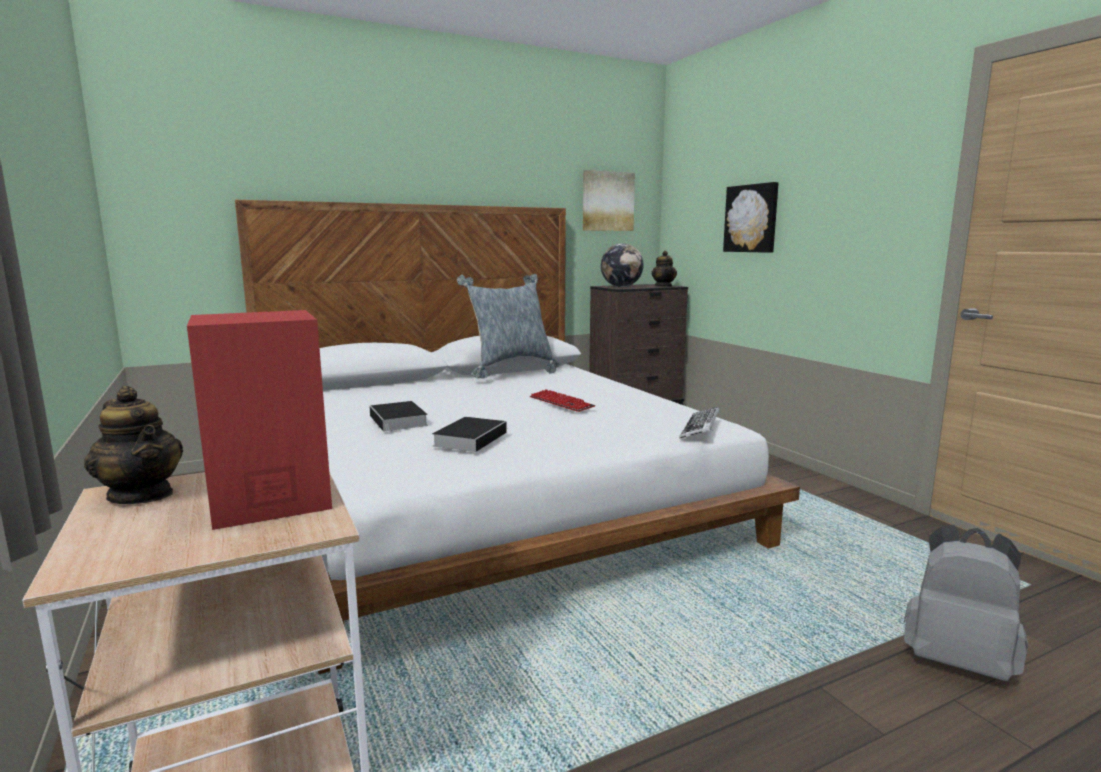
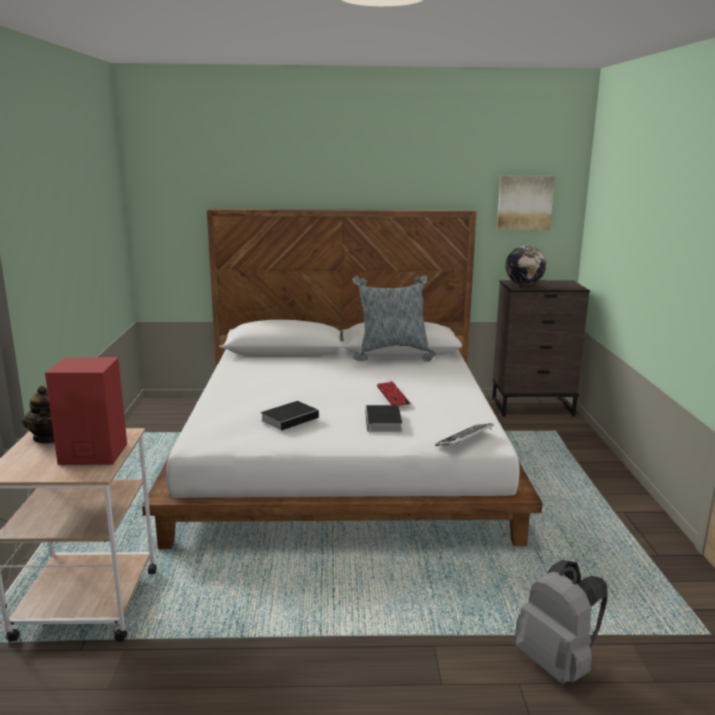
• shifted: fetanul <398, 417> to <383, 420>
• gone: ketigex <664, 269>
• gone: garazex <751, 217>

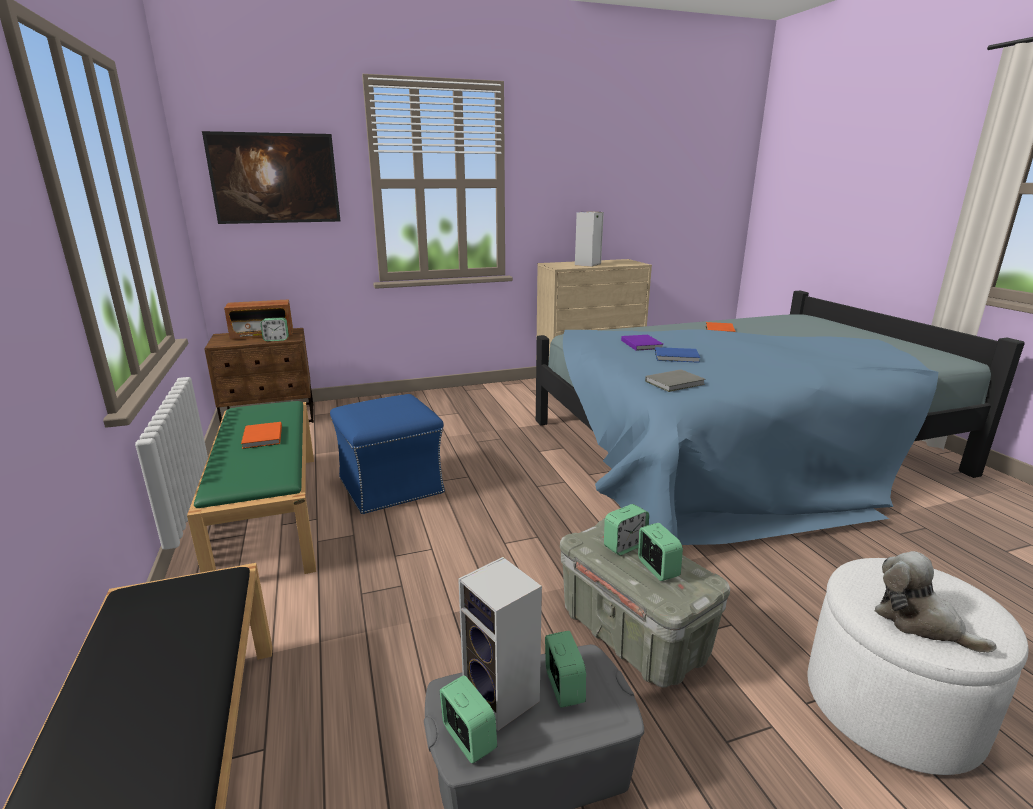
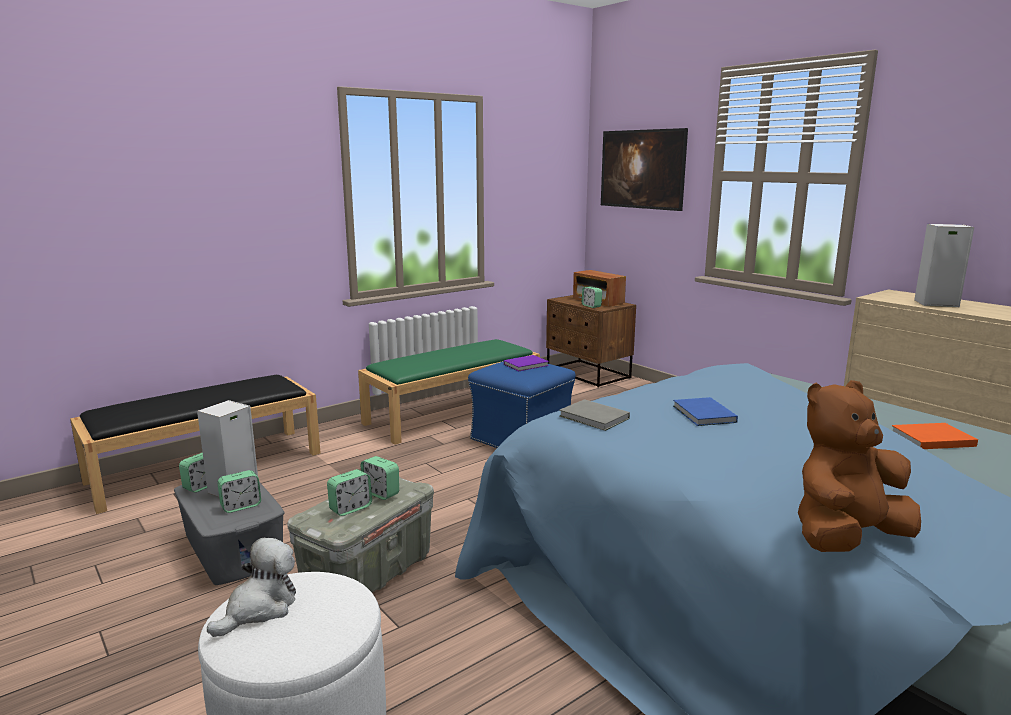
• shifted: fetanul (purple) <642, 343> to <526, 363>
• new: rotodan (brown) <859, 466>
• gone: fetanul (orange) <261, 435>

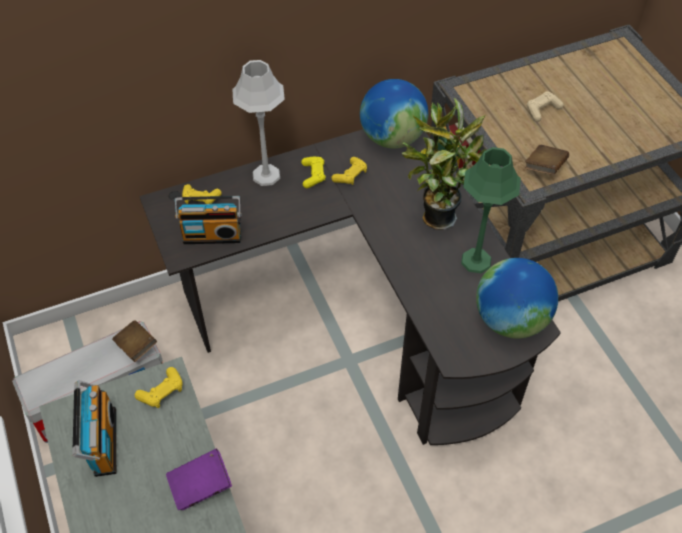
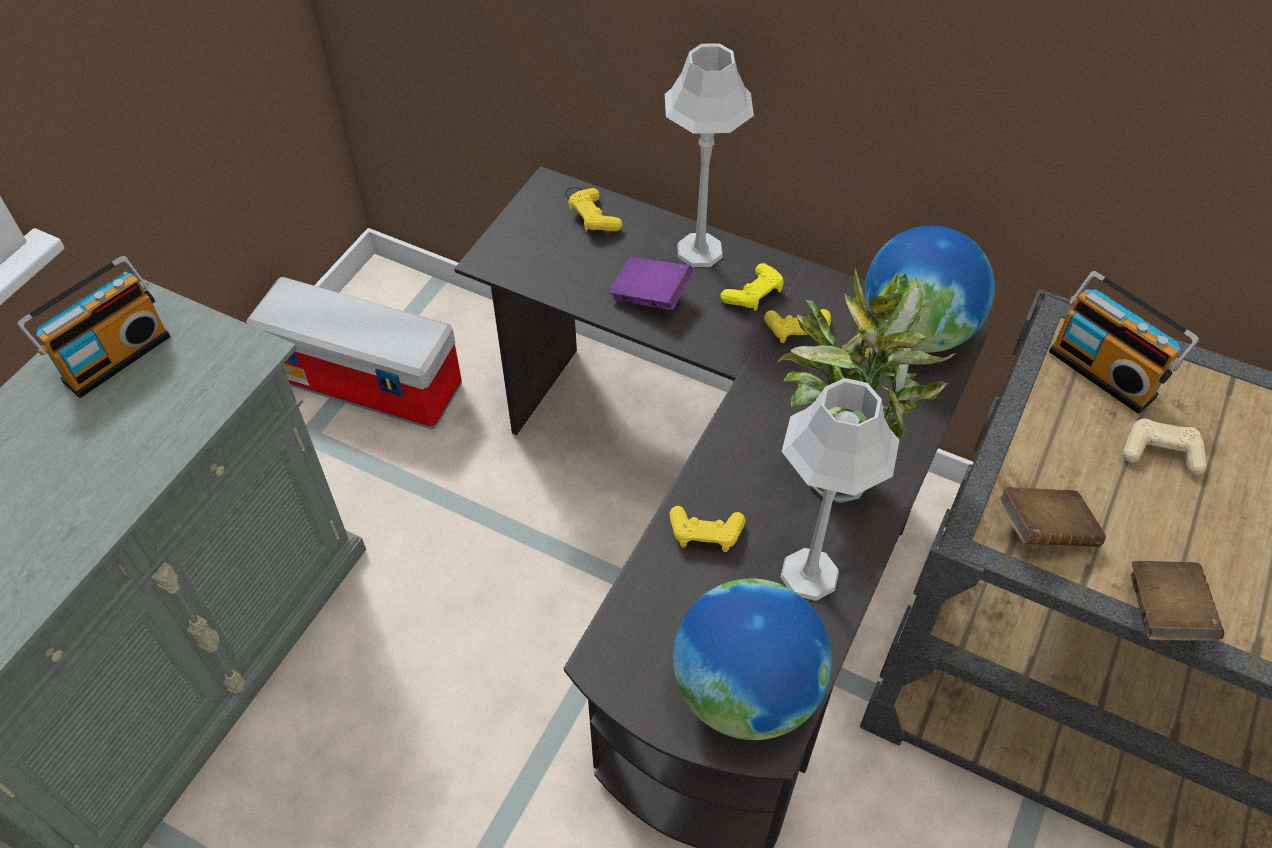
• shifted: fetanul (purple) <199, 479> to <651, 283>
• shifted: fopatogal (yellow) <159, 387> to <707, 529>
• repainted: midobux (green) <491, 210> to midobux (grey) <839, 489>
• shifted: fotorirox <208, 220> to <1124, 342>
• shifted: fetanul (brown) <134, 341> to <1177, 601>

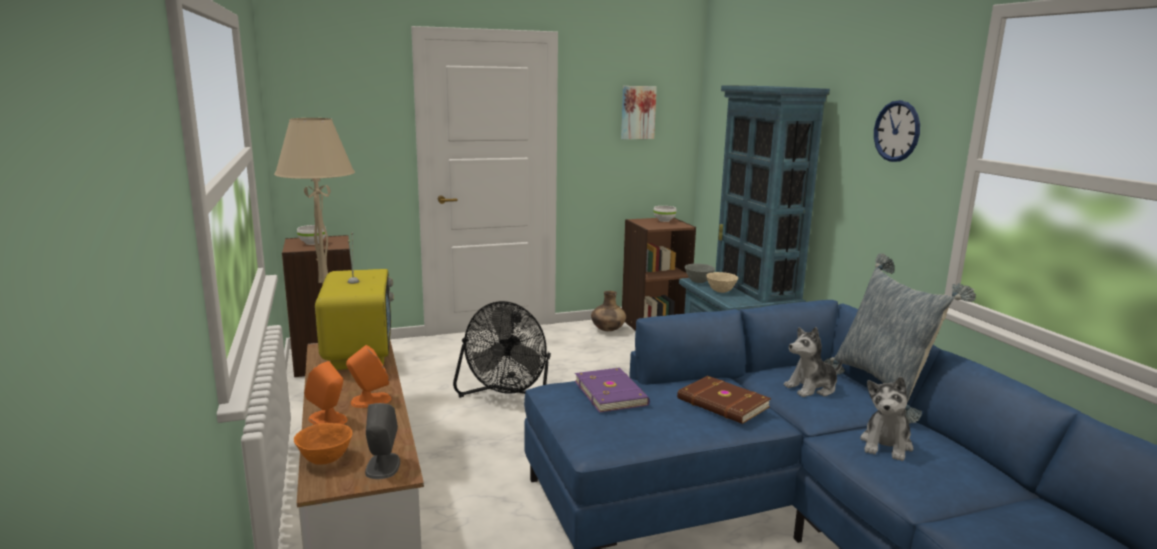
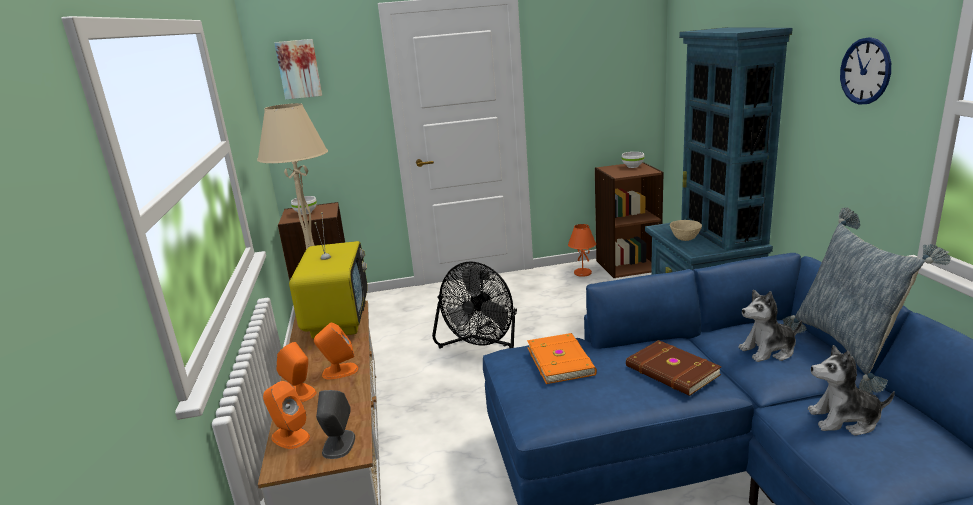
• swapped: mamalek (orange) <323, 444> to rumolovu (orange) <286, 415>
• shifted: garazex <639, 112> to <298, 69>
• repainted: fetanul (purple) <612, 390> to fetanul (orange) <562, 358>
• swapped: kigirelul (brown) <608, 311> to midobux (orange) <582, 250>
• rotated: rotodan <886, 419> = <851, 390> 60 degrees clockwise
• gone: mamalek (grey) <700, 273>

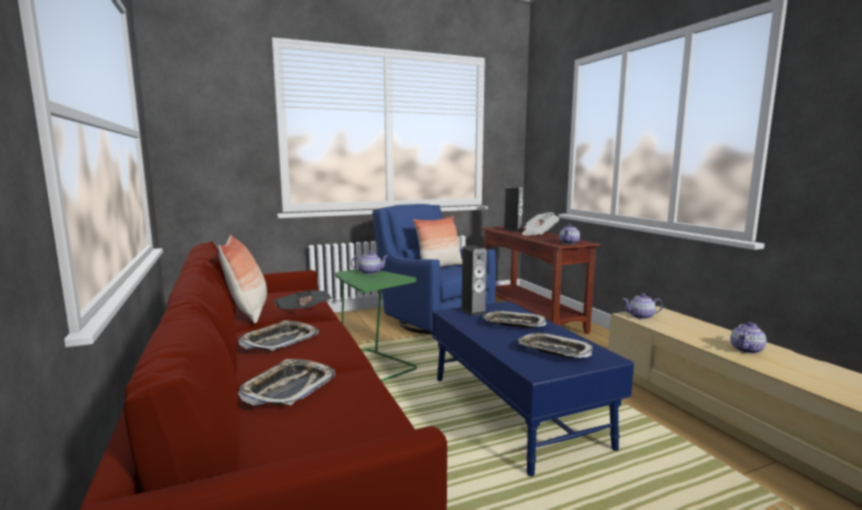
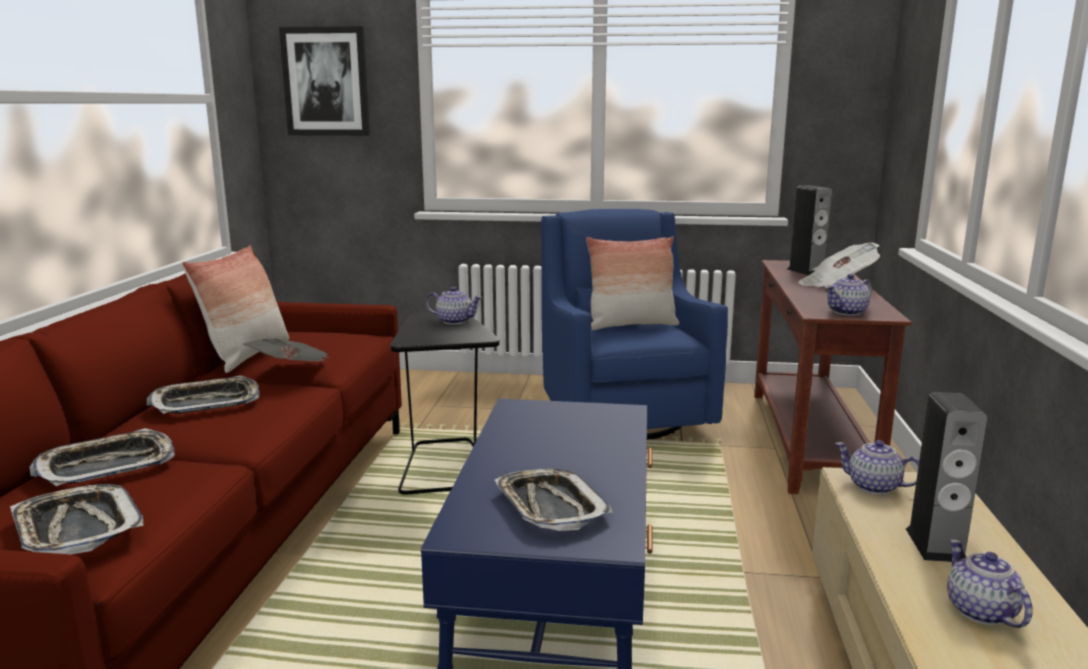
• shifted: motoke <515, 320> to <76, 519>
• new: garazex <324, 81>
• repainted: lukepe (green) <376, 325> to lukepe (black) <445, 404>
• shifted: rumolovu <473, 280> to <946, 477>
• rotated: ketigex <748, 338> = <990, 583> 90 degrees clockwise

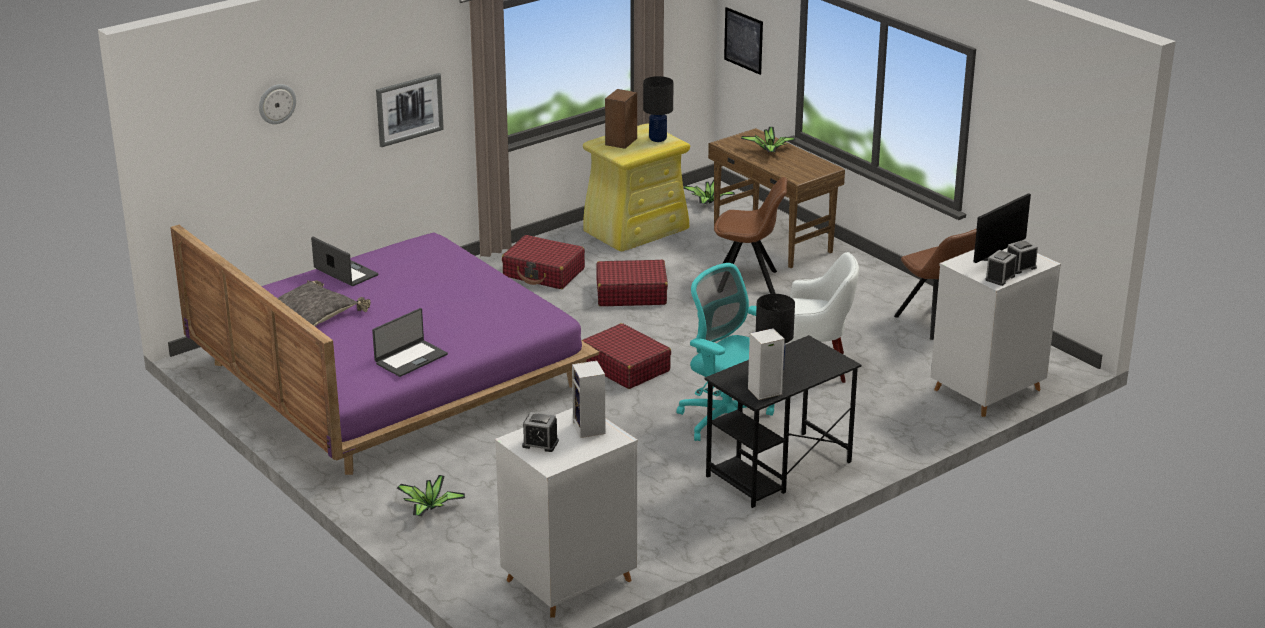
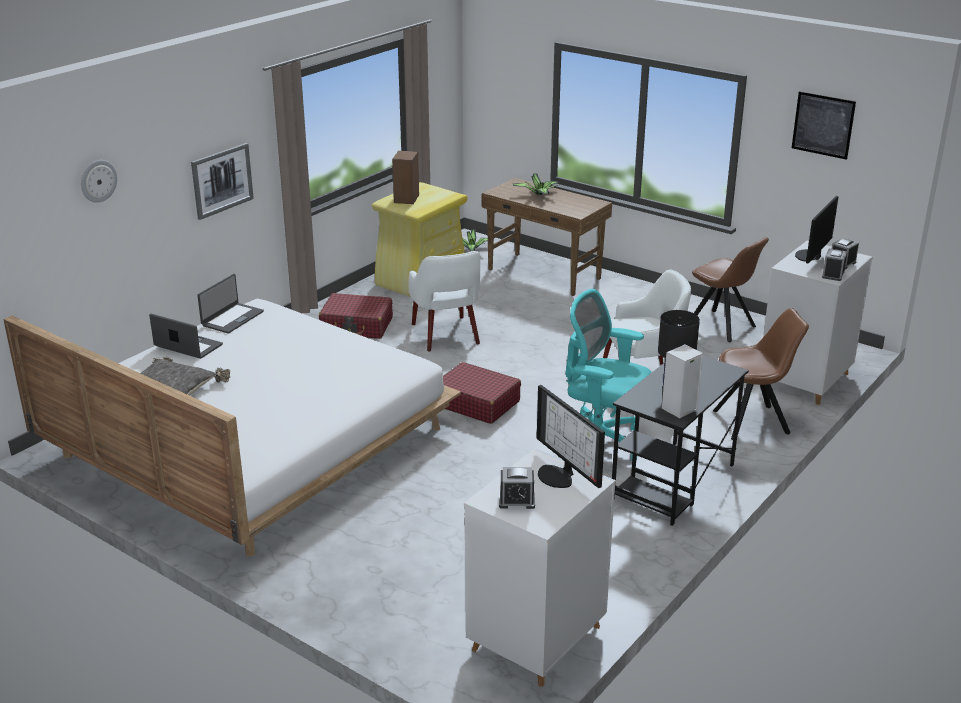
• repainted: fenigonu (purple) <384, 350> to fenigonu (white) <232, 428>
• shifted: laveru <410, 342> to <230, 303>
• swapped: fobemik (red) <632, 283> to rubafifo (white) <444, 301>
• swapped: rumolovu <589, 399> to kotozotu <571, 436>
• shifted: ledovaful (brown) <750, 235> to <761, 374>
• shifted: garazex <743, 41> to <824, 125>
• gone: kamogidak <431, 496>
• gone: midobux (black) <658, 109>

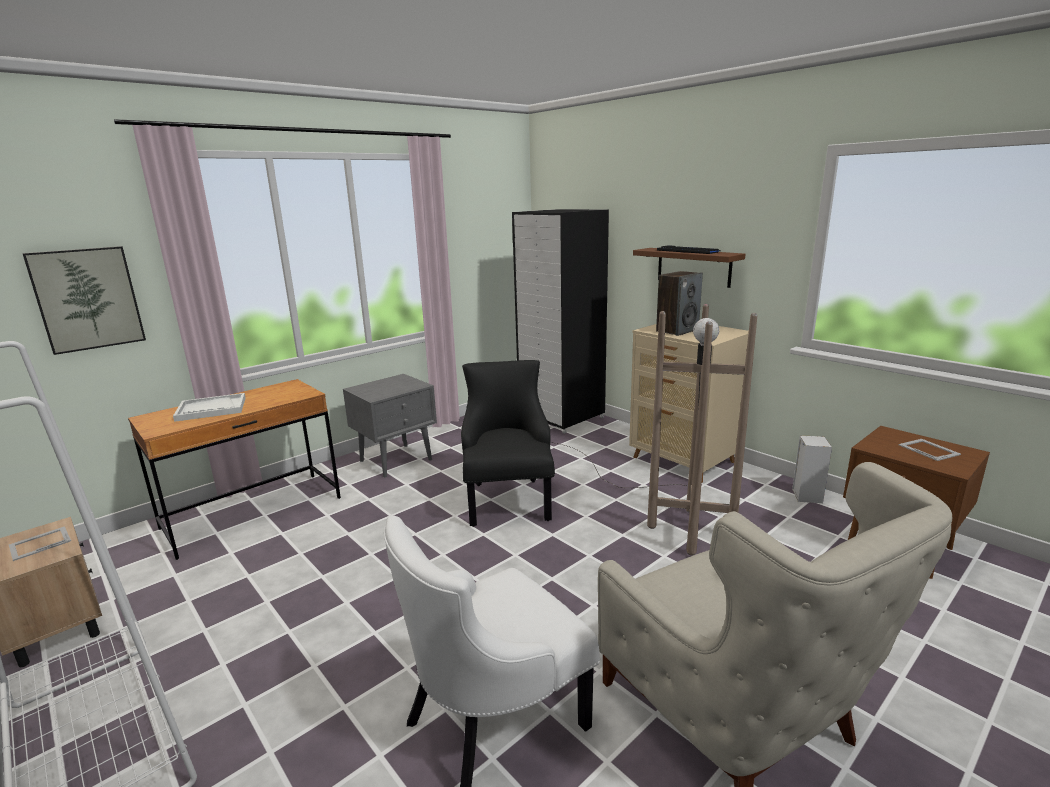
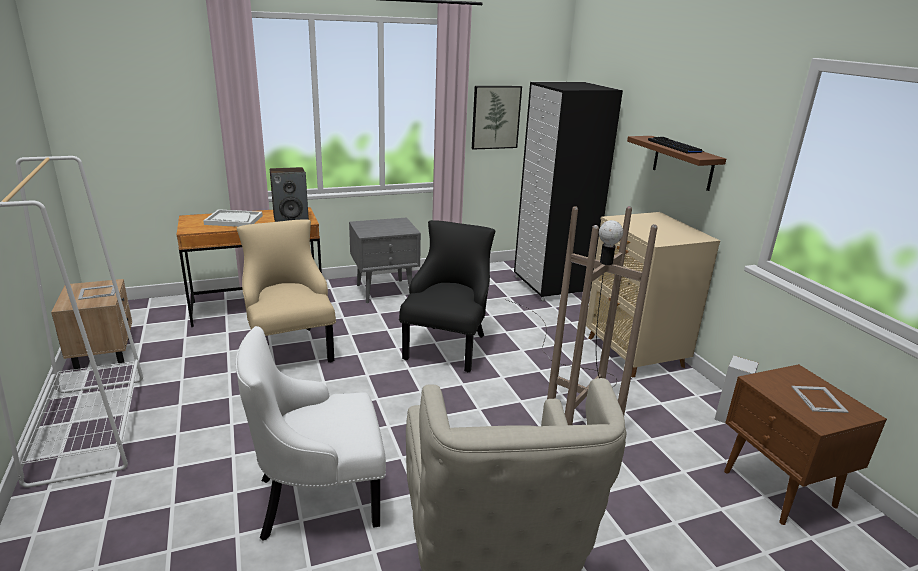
• new: ledovaful (beige) <286, 291>
• shifted: rumolovu <679, 303> to <289, 194>
• shifted: garazex <84, 300> to <497, 118>

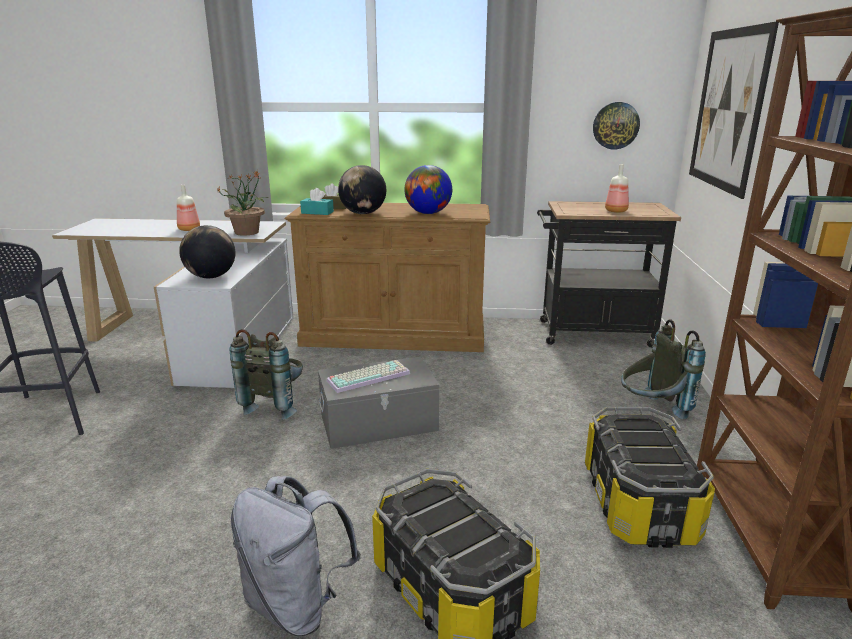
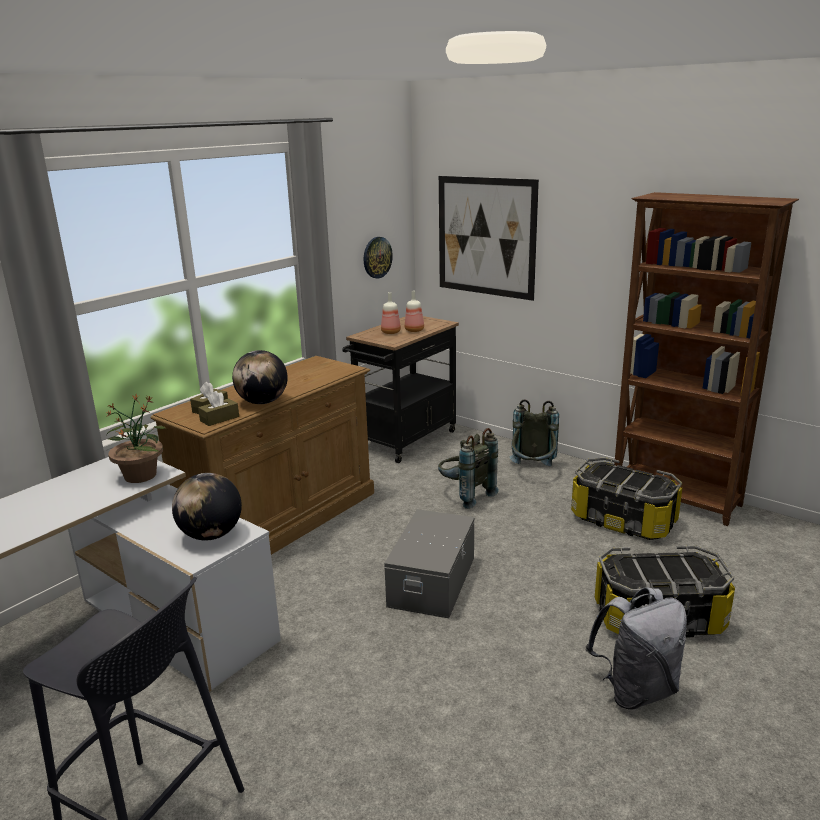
• repainted: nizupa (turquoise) <317, 201> to nizupa (brown) <218, 408>
• shifted: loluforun <188, 208> to <391, 313>
• shifted: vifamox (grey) <266, 374> to <468, 468>
• gone: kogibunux <368, 376>
• gone: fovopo <428, 189>

